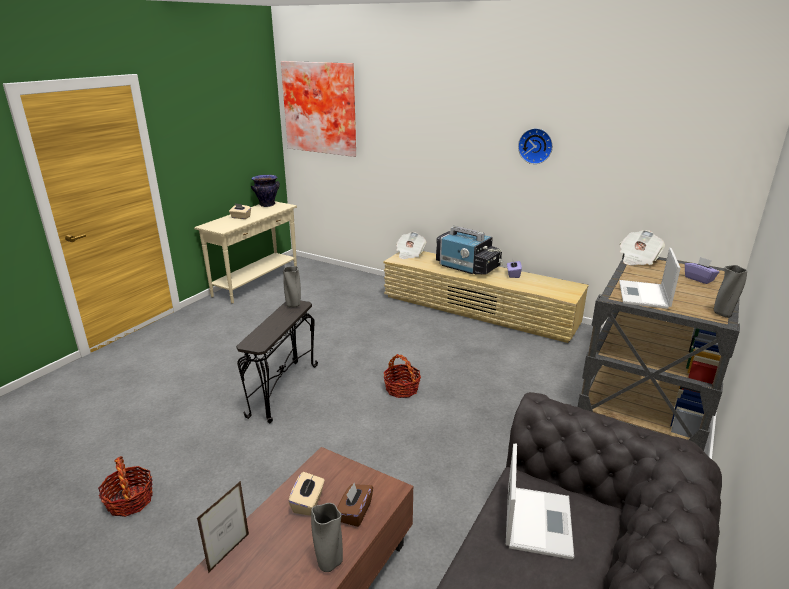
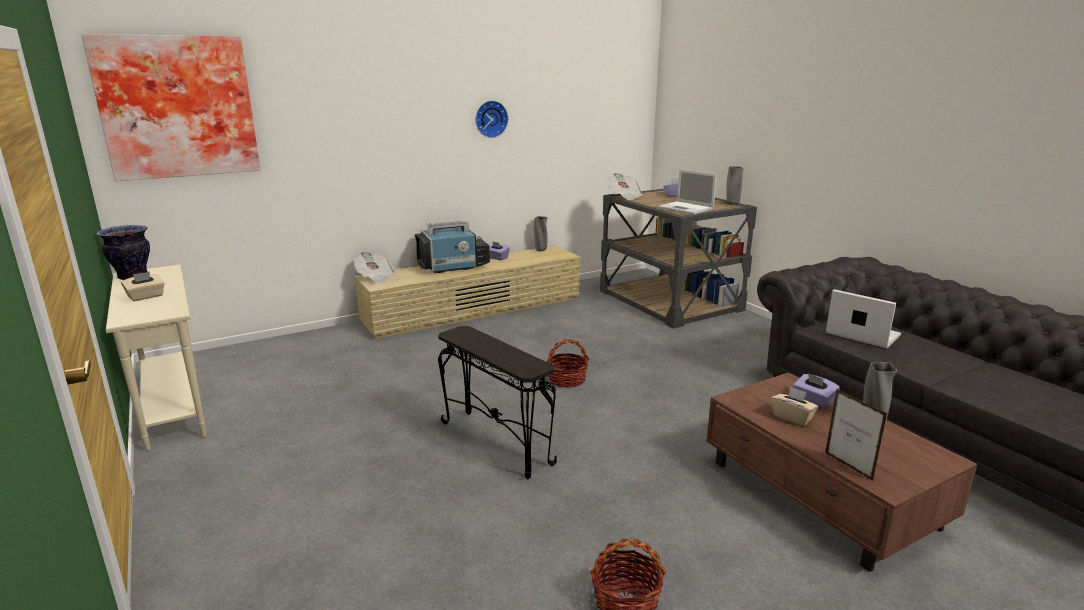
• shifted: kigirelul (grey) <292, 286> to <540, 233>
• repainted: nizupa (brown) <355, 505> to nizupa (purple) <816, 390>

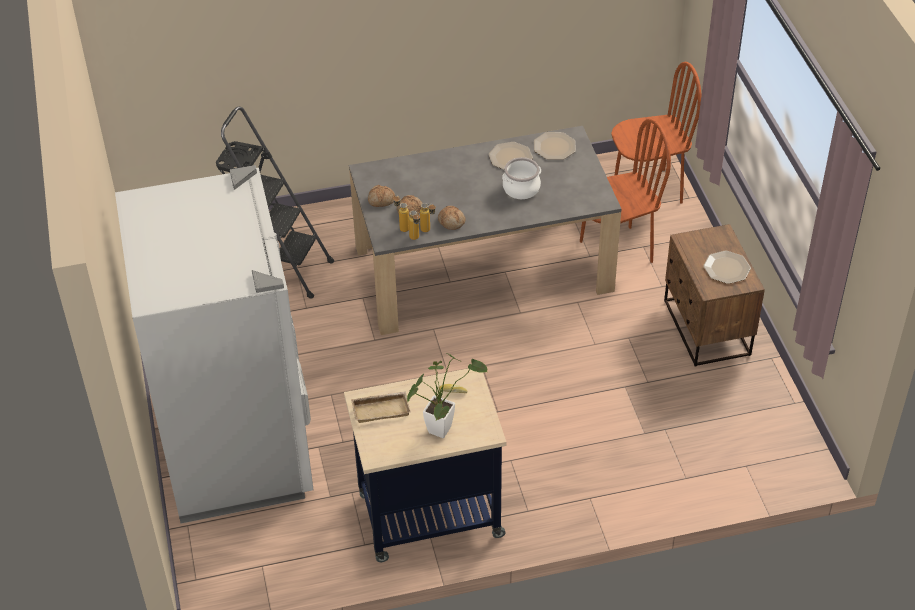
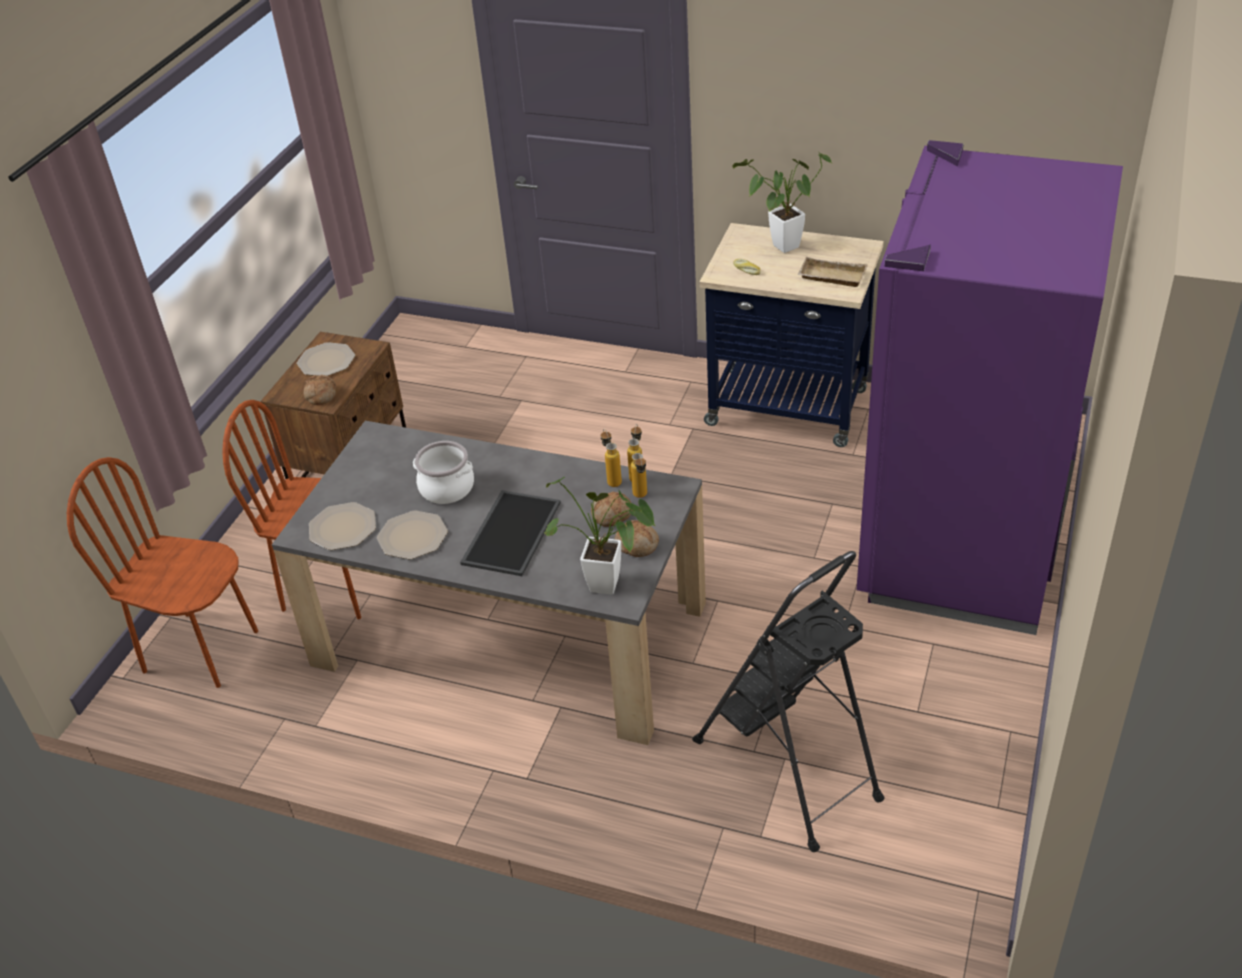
• shifted: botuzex <452, 218> to <320, 390>
• new: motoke <510, 533>
• new: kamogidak <600, 536>
• repainted: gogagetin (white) <214, 344> to gogagetin (purple) <989, 387>

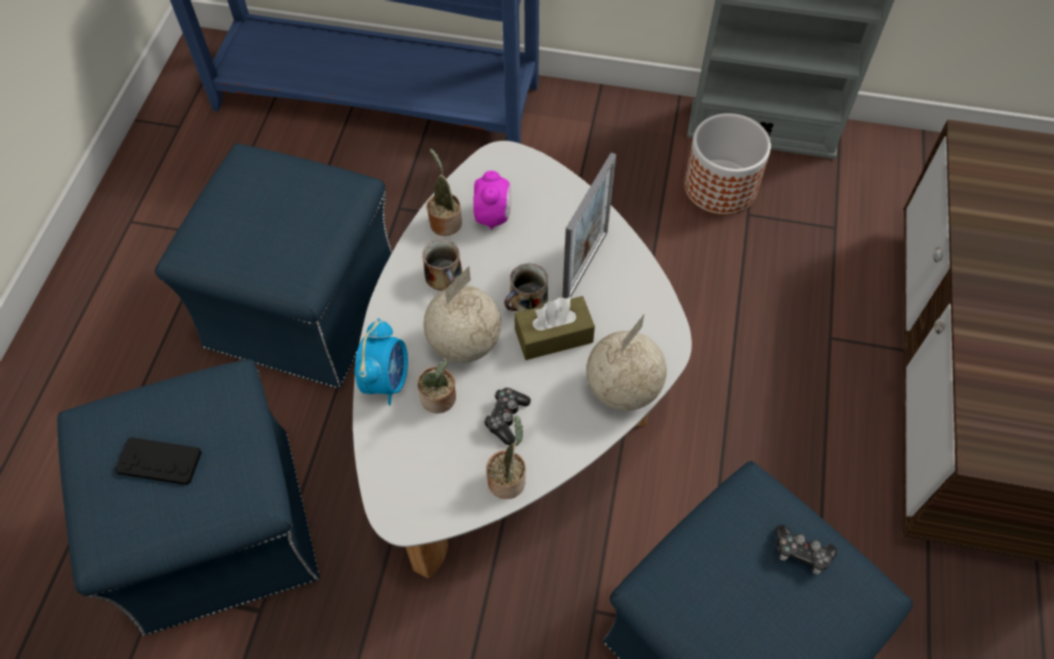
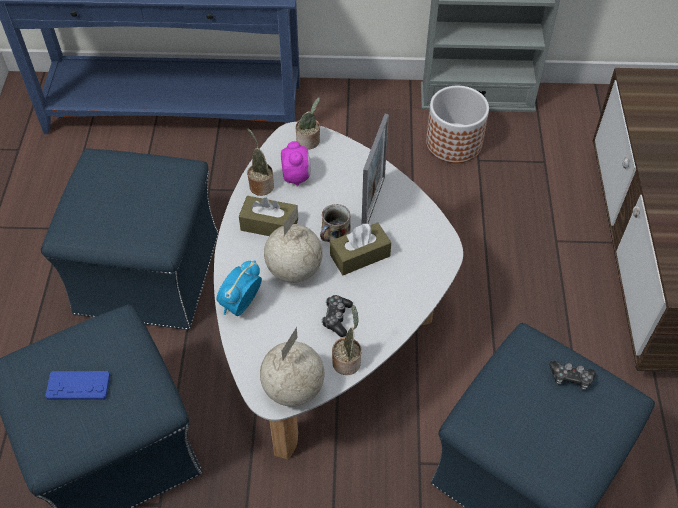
• repainted: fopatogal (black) <158, 461> to fopatogal (blue) <77, 385>
• rotated: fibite <381, 361> = <239, 288> 150 degrees counterclockwise
• swapped: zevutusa <442, 265> to nizupa (brown) <268, 216>
• shifted: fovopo <626, 362> to <292, 367>
• shifted: kamogidak <436, 386> to <308, 123>

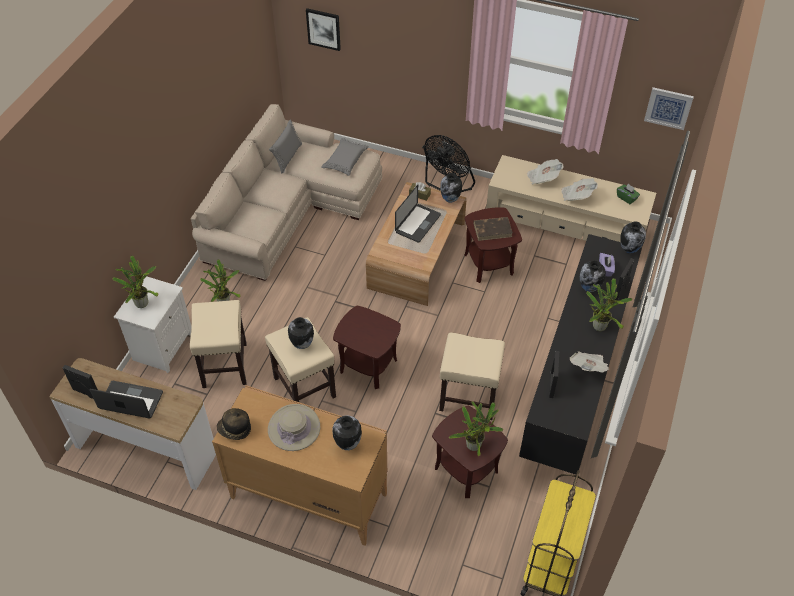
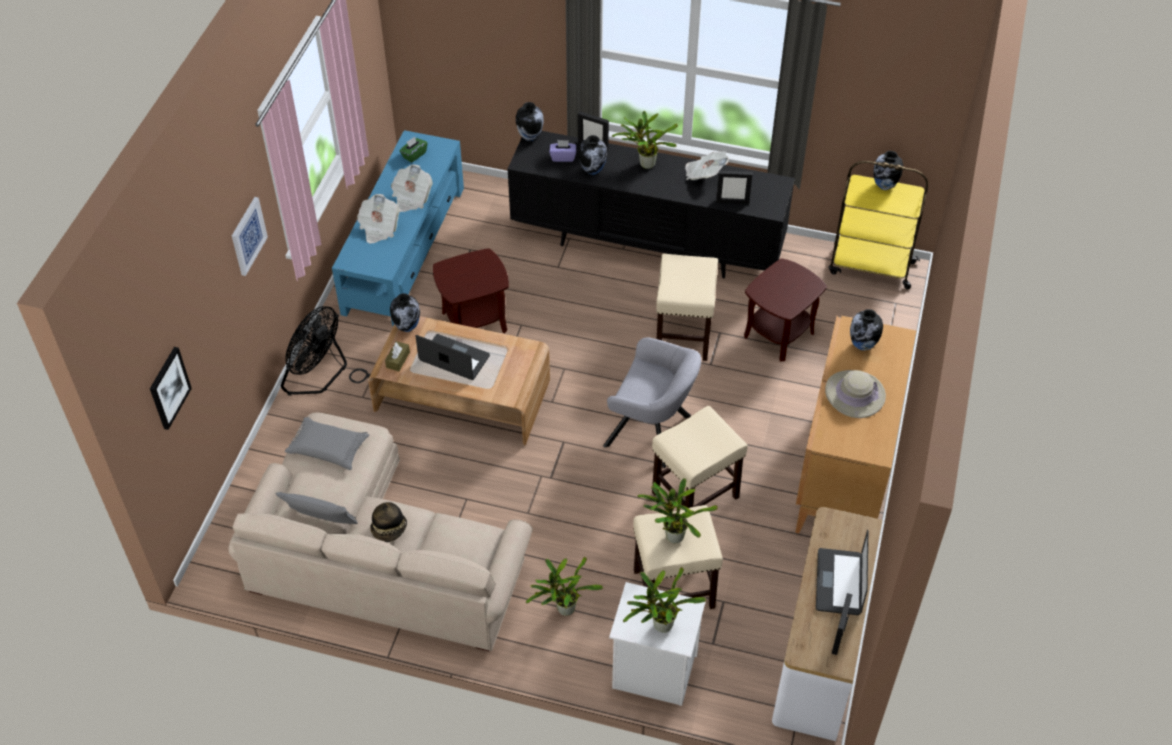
• shifted: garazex <669, 108> to <250, 236>
• repainted: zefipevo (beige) <571, 198> to zefipevo (blue) <398, 228>
• shifted: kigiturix <234, 424> to <388, 522>
• swapped: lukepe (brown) <367, 347> to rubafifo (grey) <652, 402>
• shifted: kamogidak <476, 428> to <677, 510>
• shifted: kigirelul <301, 333> to <888, 170>
• gone: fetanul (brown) <493, 229>

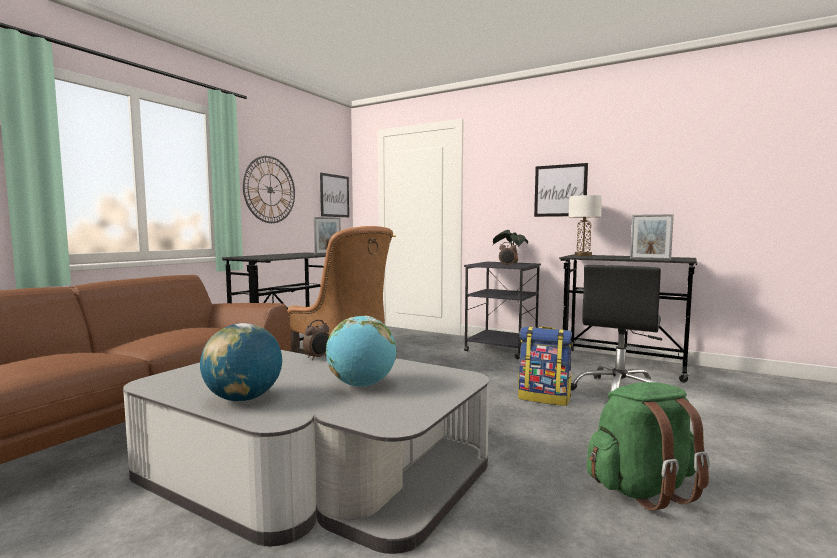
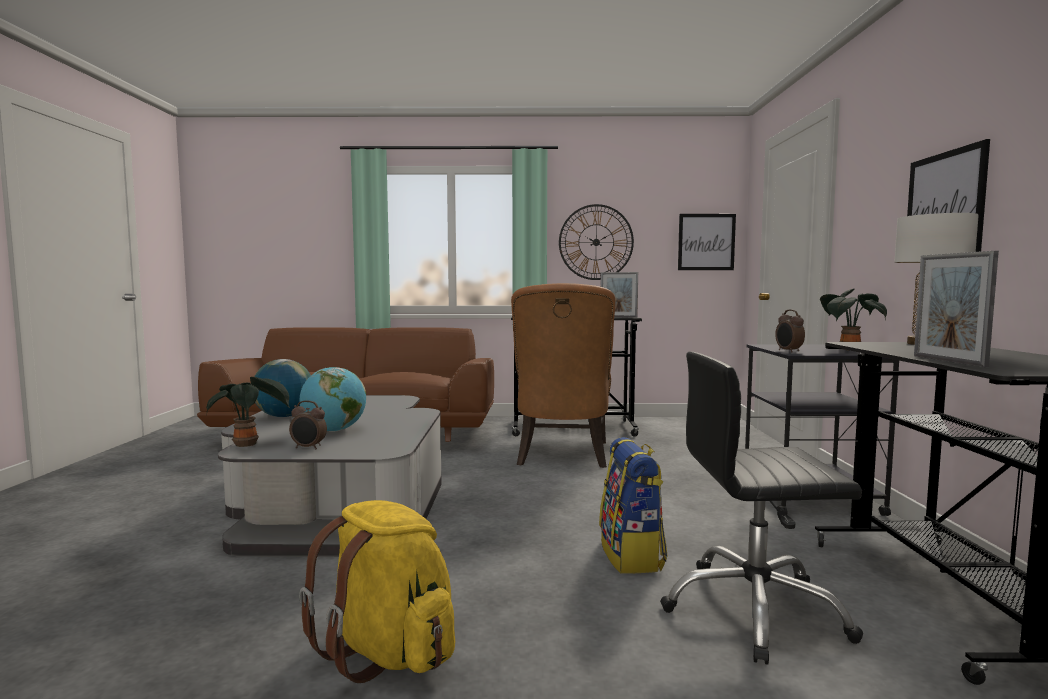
• new: kamogidak <248, 412>
• shifted: fibite <316, 340> to <308, 425>
• repainted: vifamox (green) <648, 446> to vifamox (yellow) <377, 591>

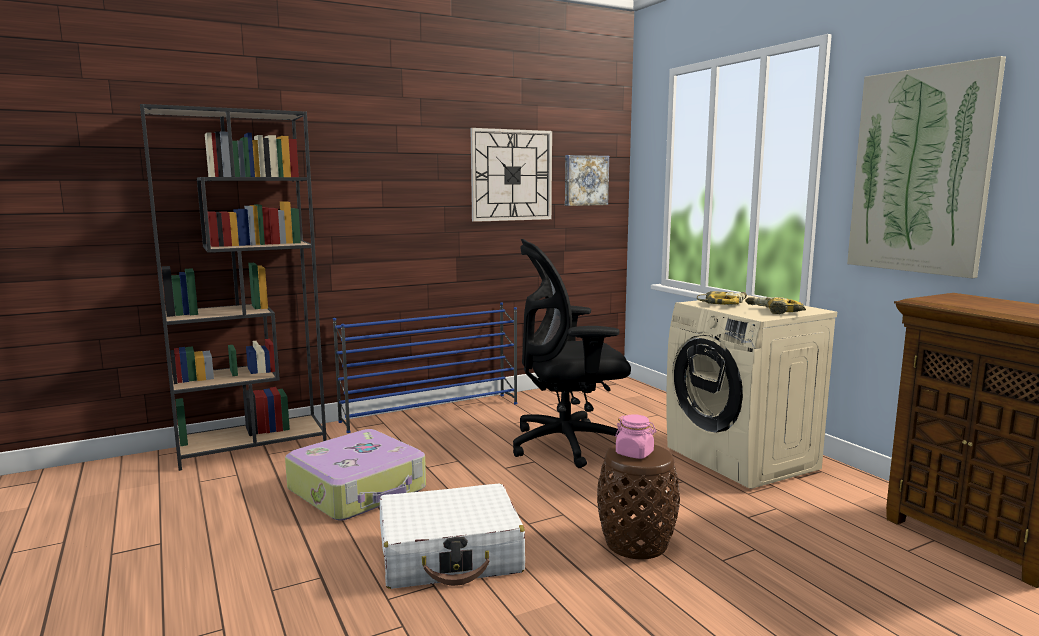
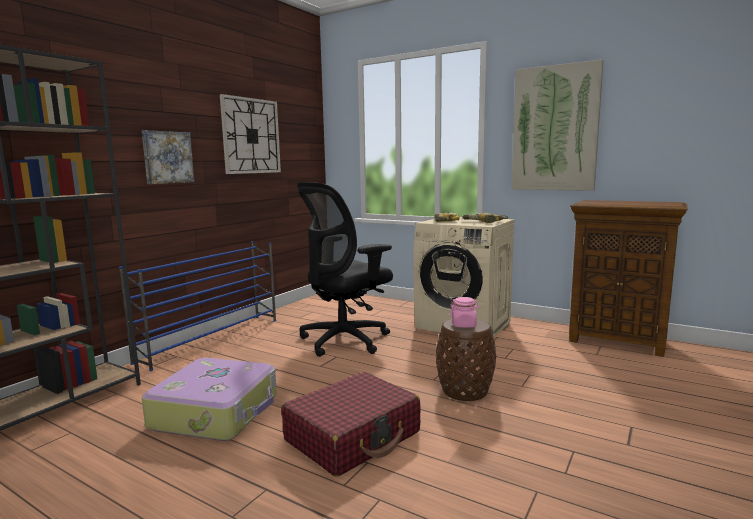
• shifted: garazex <587, 180> to <168, 157>
• repainted: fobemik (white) <452, 536> to fobemik (red) <350, 424>

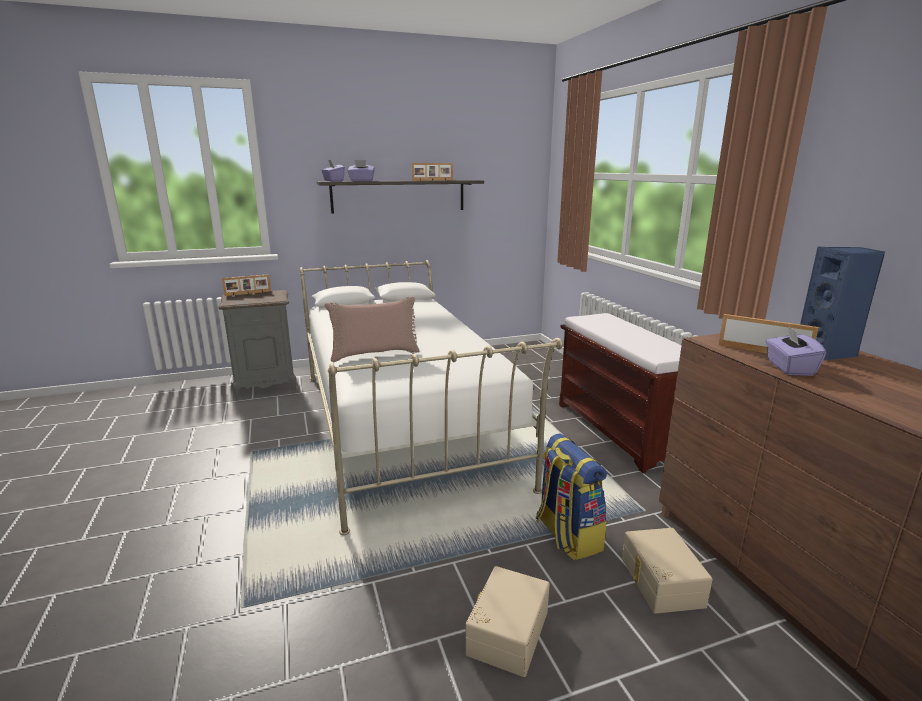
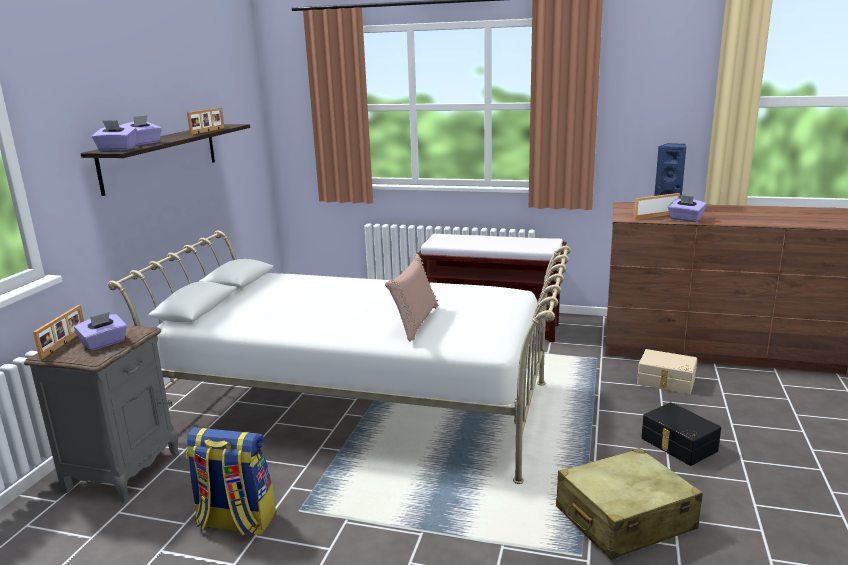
• new: nizupa (purple) <100, 331>
• shifted: vifamox <571, 496> to <231, 481>
• new: fobemik (beige) <629, 504>
• repainted: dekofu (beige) <507, 621> to dekofu (black) <681, 434>

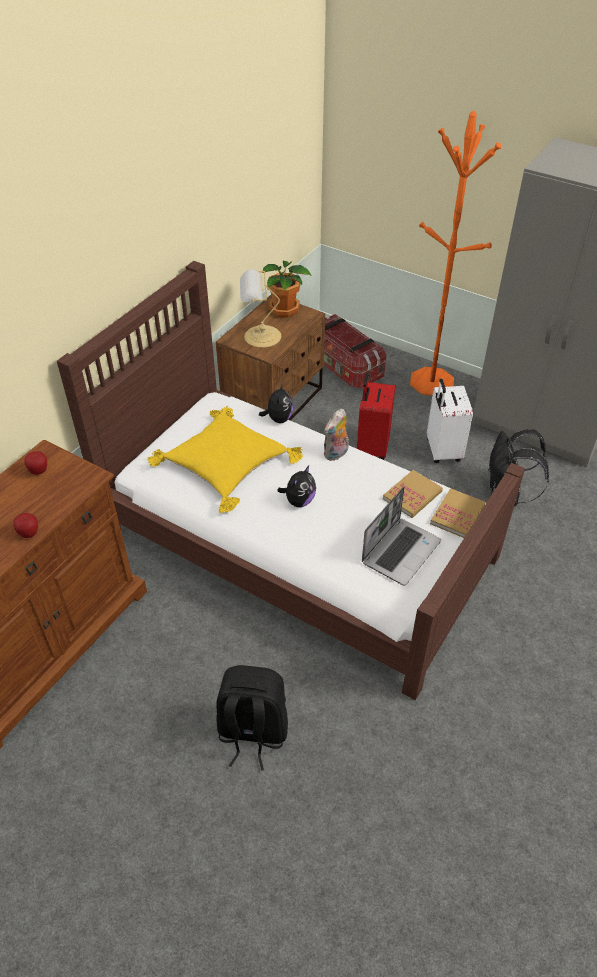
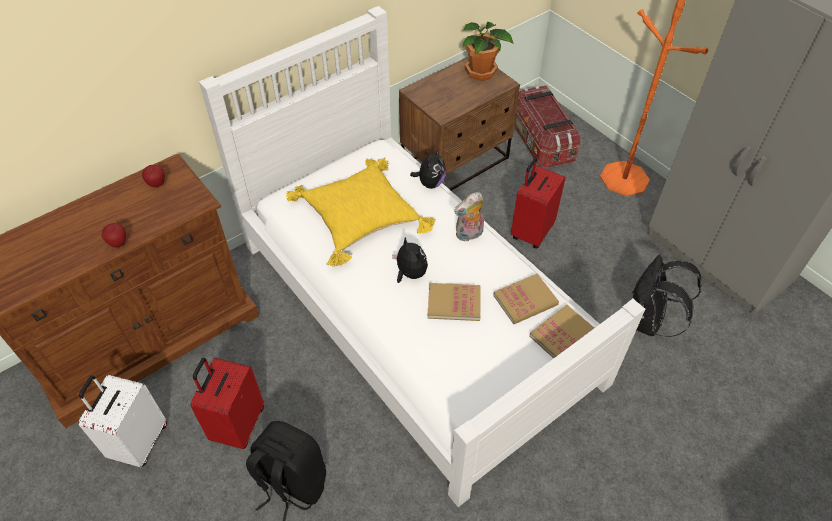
• shifted: fobemik (white) <450, 421> to <123, 421>
• new: fobemik (red) <227, 403>
• repainted: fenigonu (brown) <291, 480> to fenigonu (white) <422, 256>
• rotated: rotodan <296, 486> = <410, 260> 90 degrees counterclockwise
• new: fetanul <454, 302>
• gone: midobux <260, 308>
• gone: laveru <401, 536>

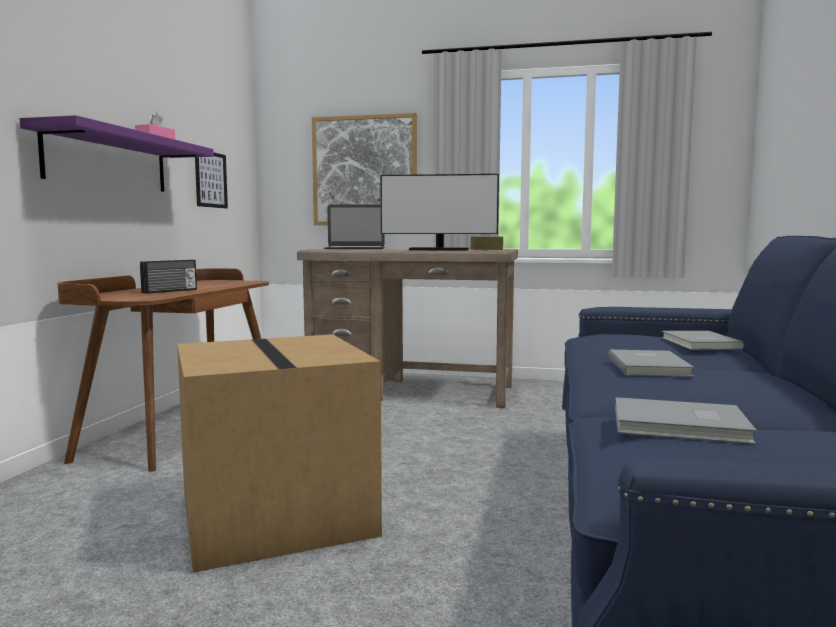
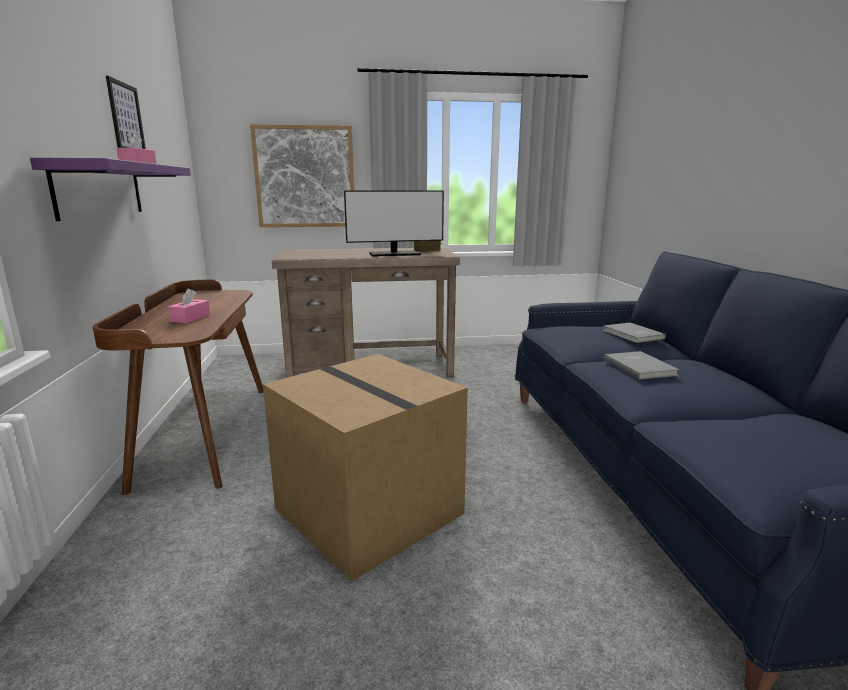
• shifted: garazex <211, 180> to <126, 112>
• swapped: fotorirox <168, 277> to nizupa (pink) <189, 305>
• gone: laveru <355, 226>
• gone: fetanul (grey) <686, 420>

